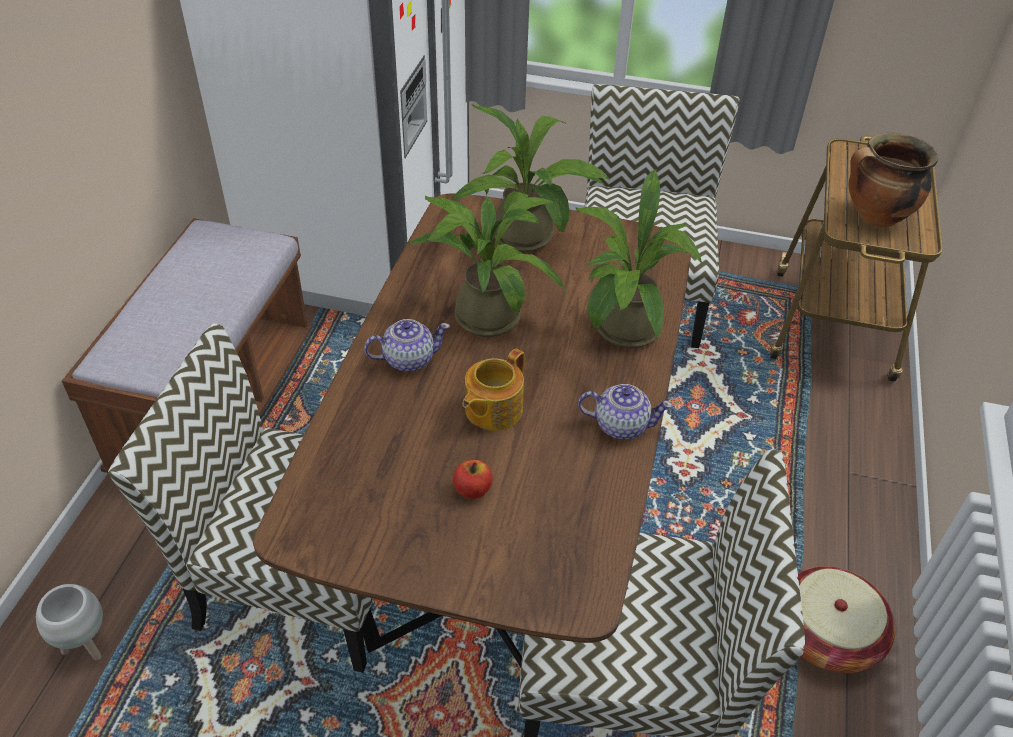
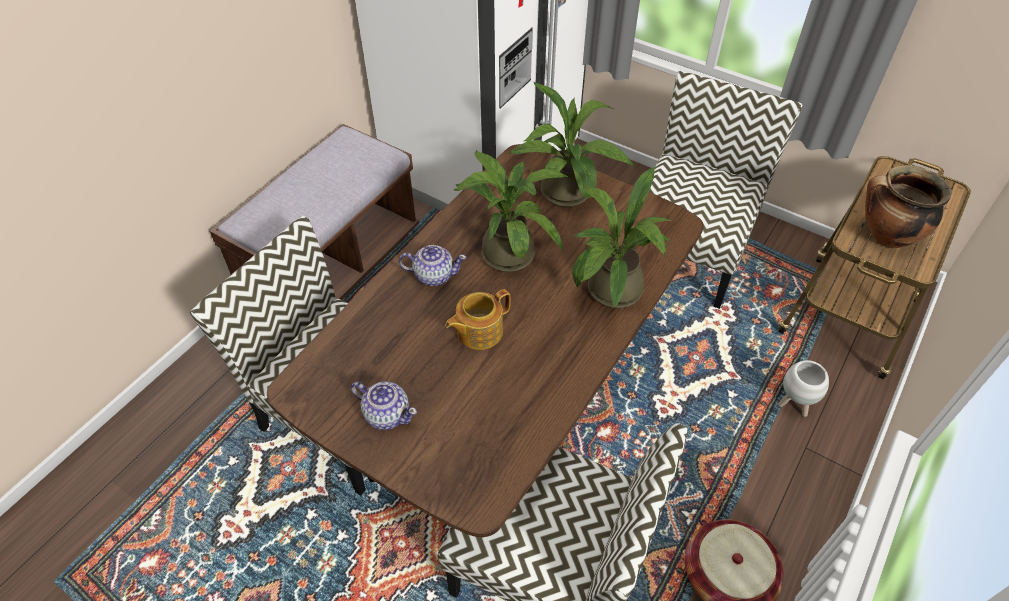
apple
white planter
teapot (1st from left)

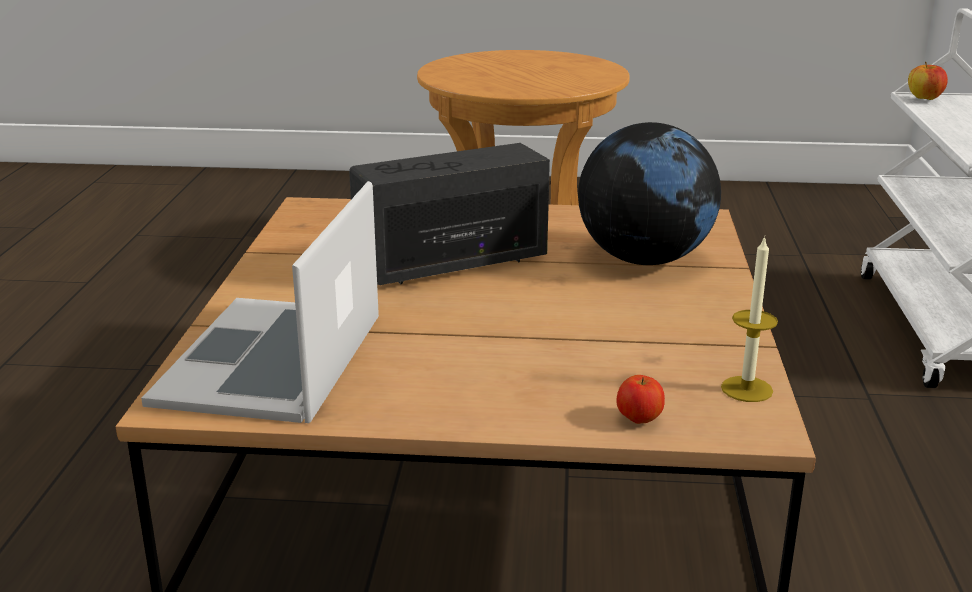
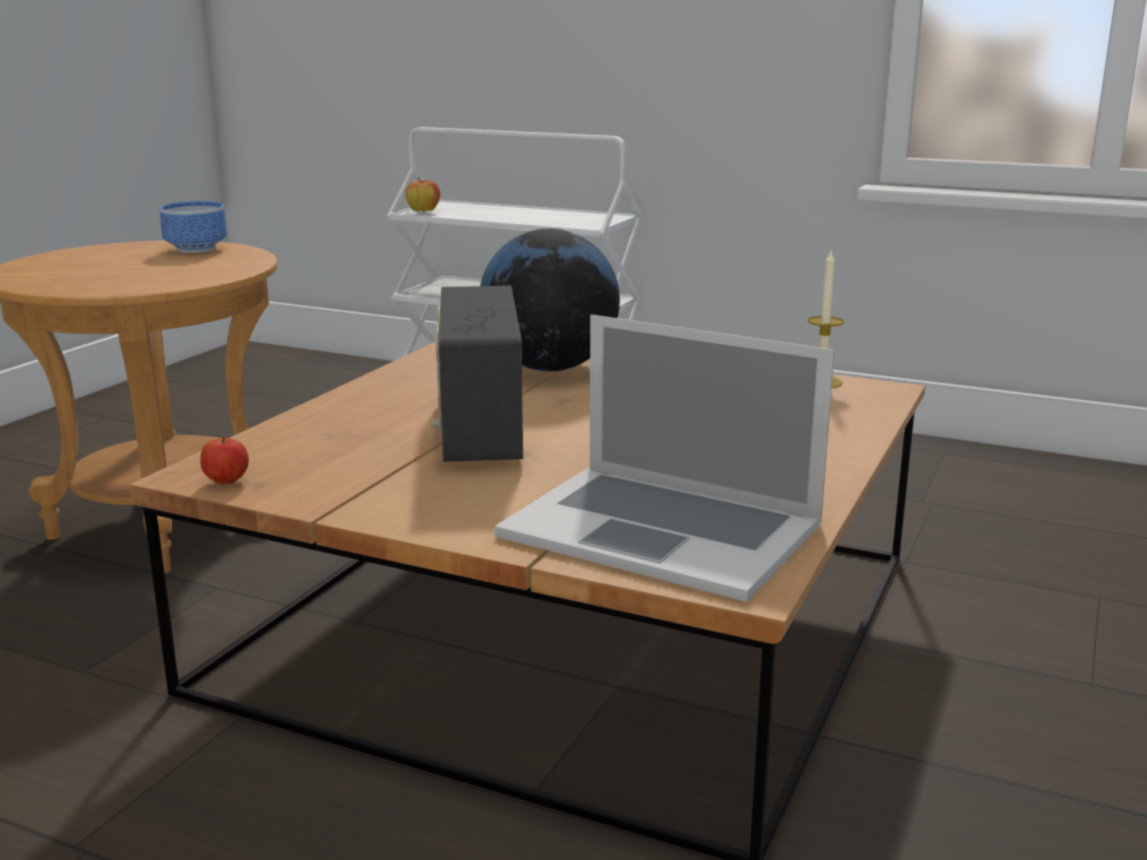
deep dish
apple (1st from left)

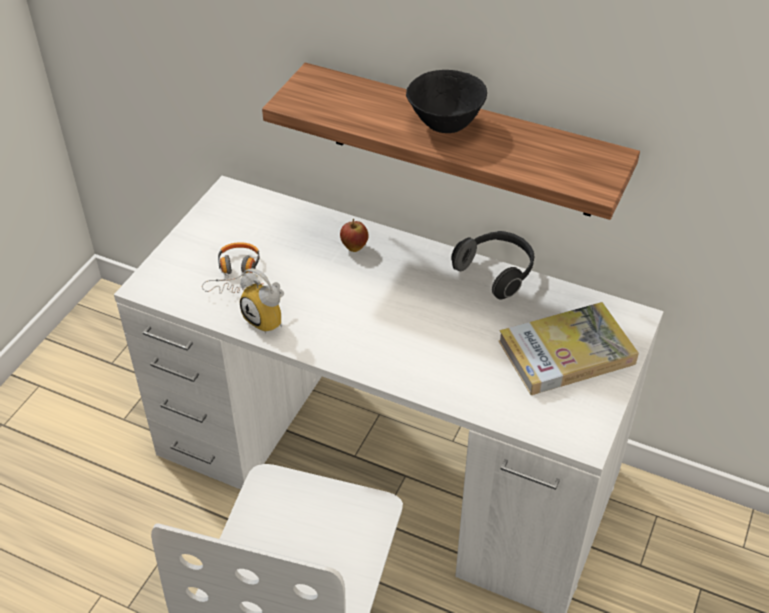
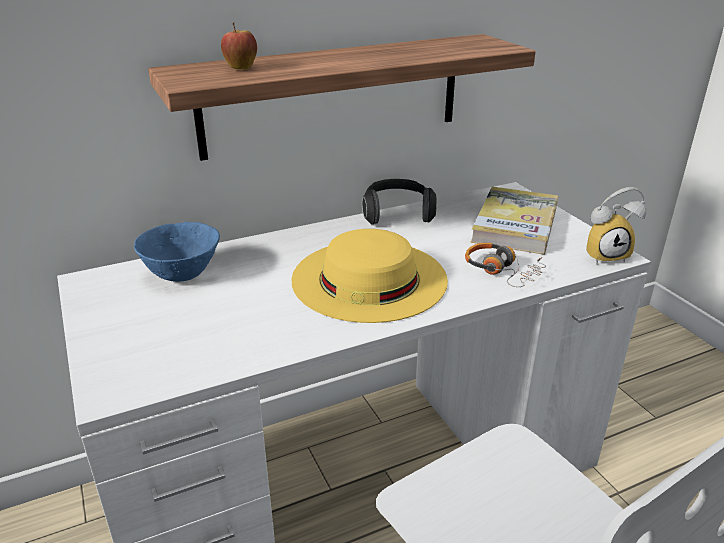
black deep dish
blue-coloured deep dish
yellow-coloured clothing hat
pair of headphones (2nd from left)
bedside clock
apple

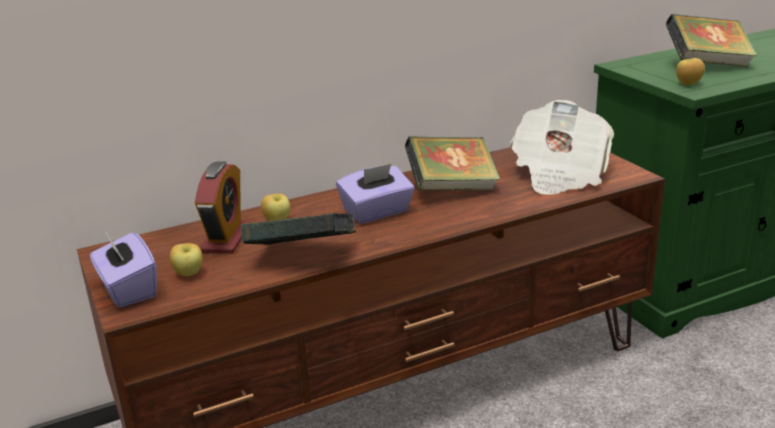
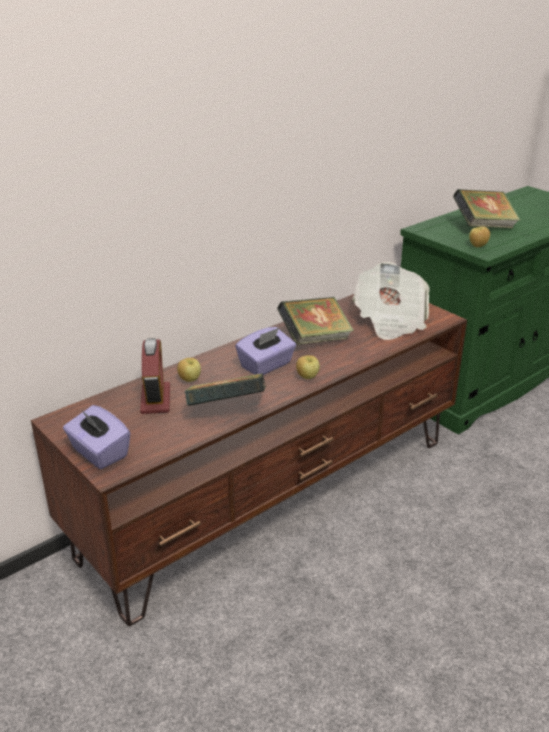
apple (2nd from left)

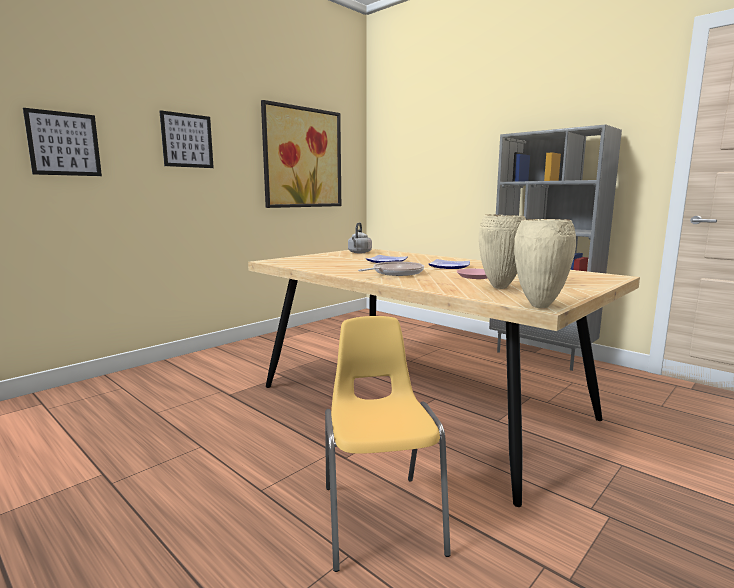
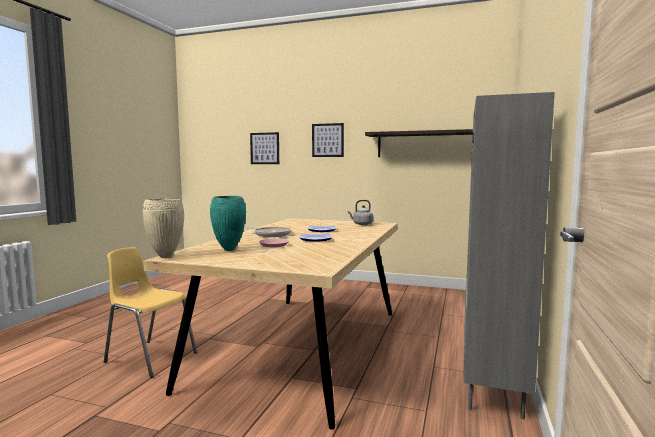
shelf
turquoise-coloured vase
yellow-coloured chair

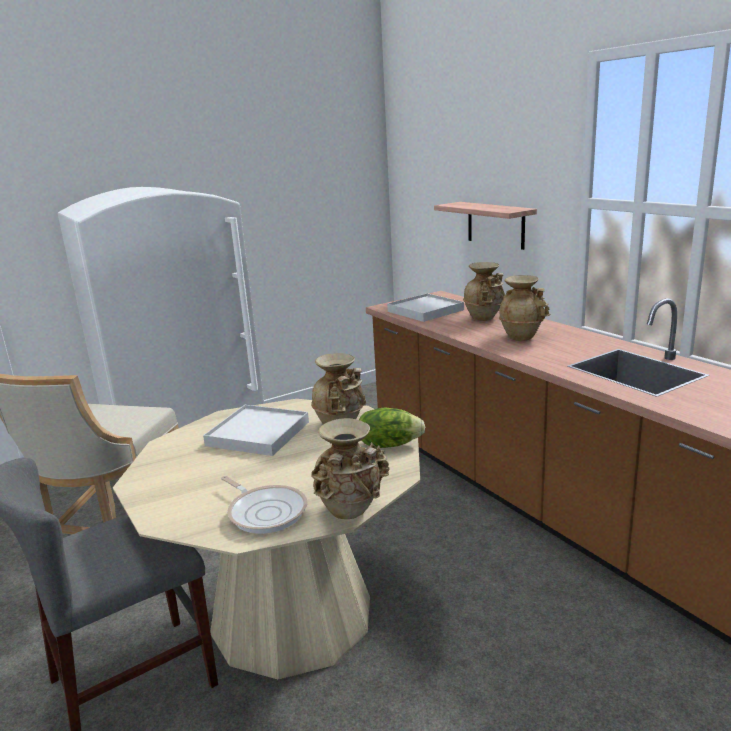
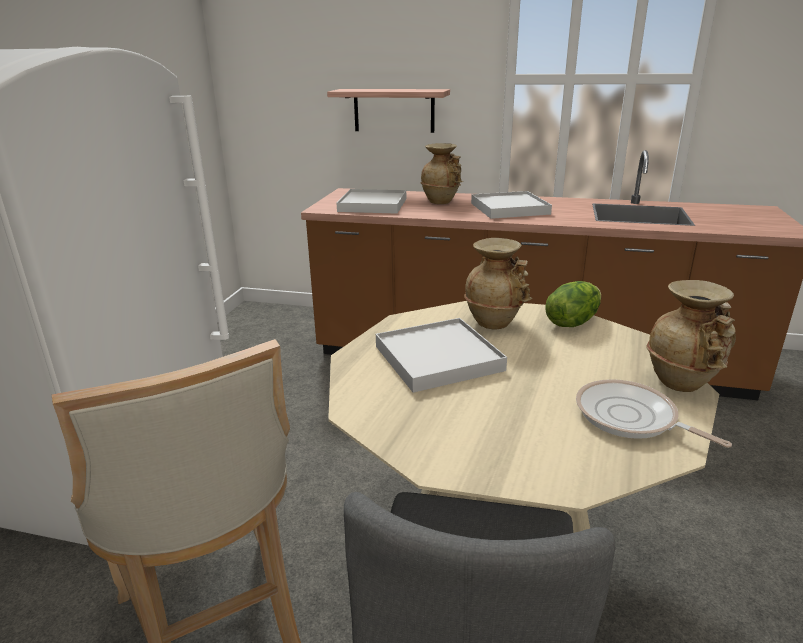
white carrying tray (3rd from left)
pan

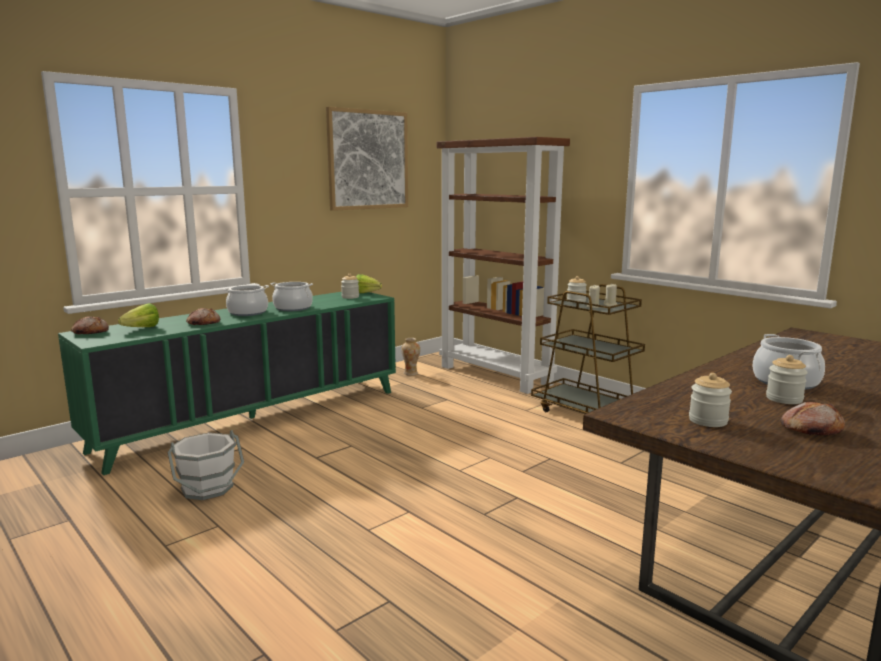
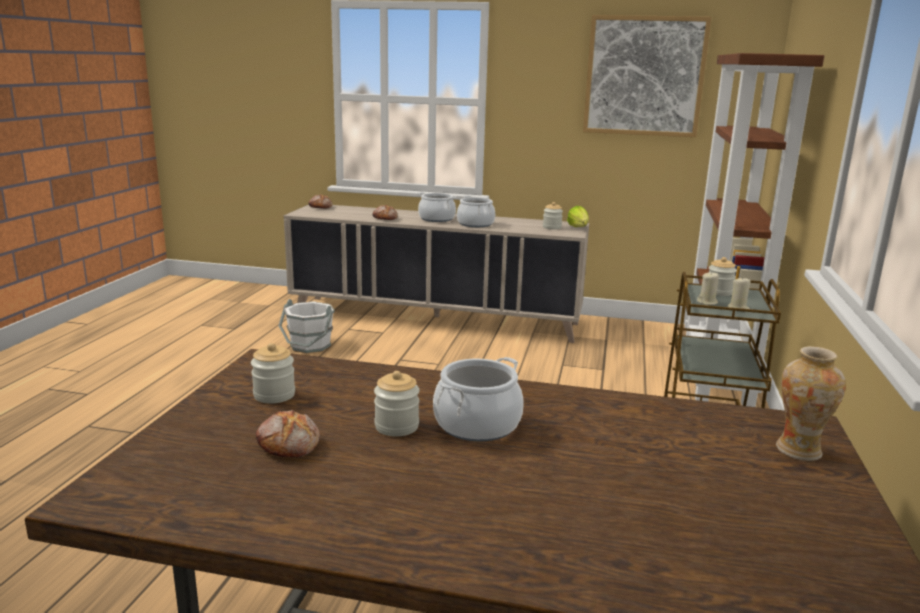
lettuce (1st from left in the first image)
vase
sand-coloured storage cabinet

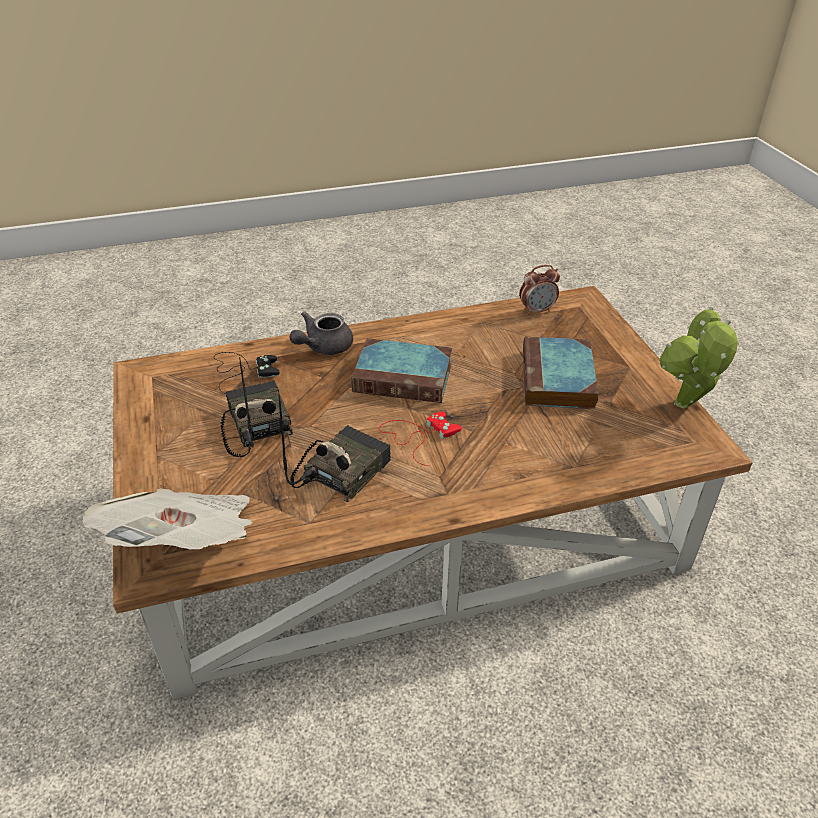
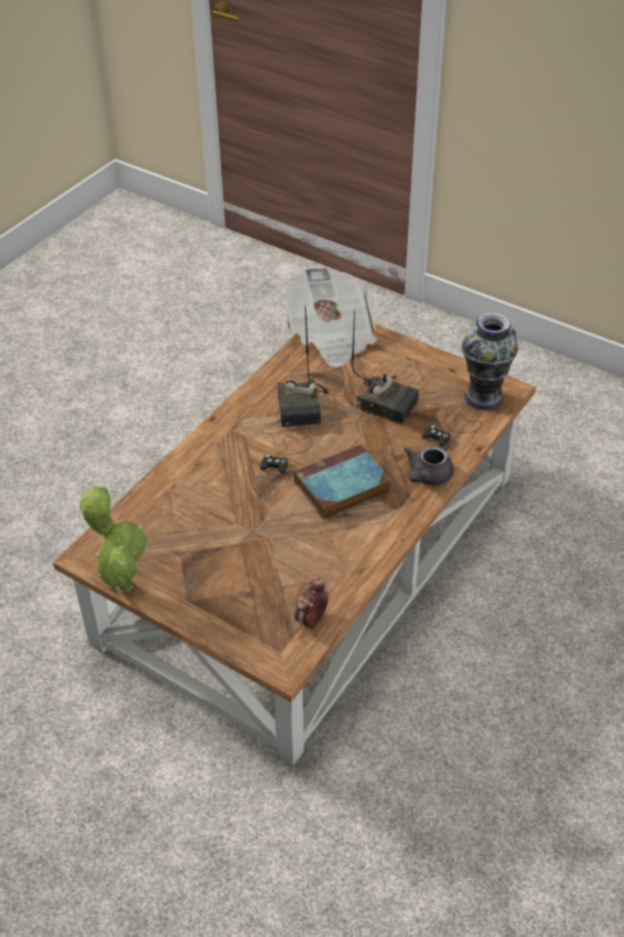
bound book (2nd from left in the first image)
vase
black game controller (1st from left)
grey teapot

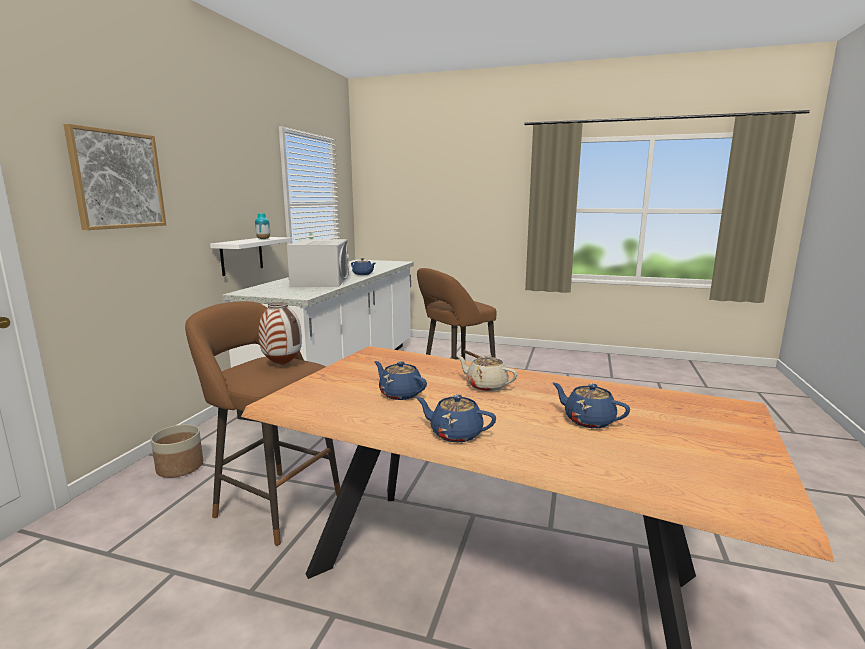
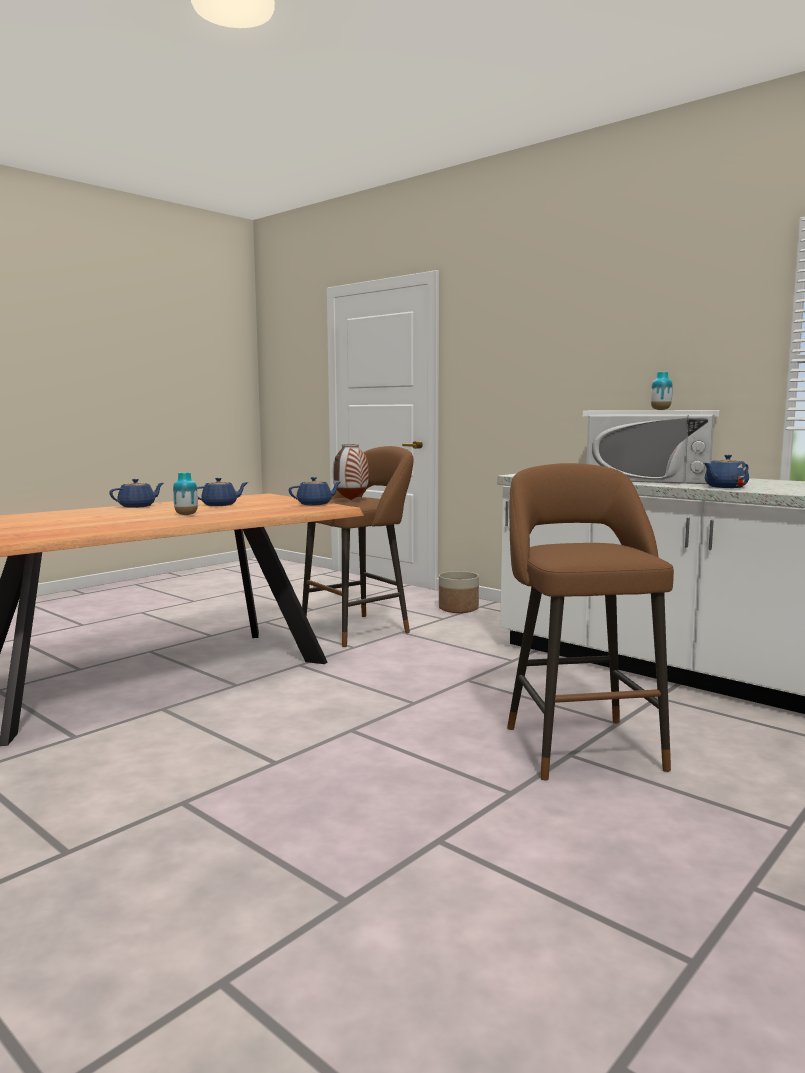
wall picture
blue-coloured teapot (3rd from left)
vase (1st from left)

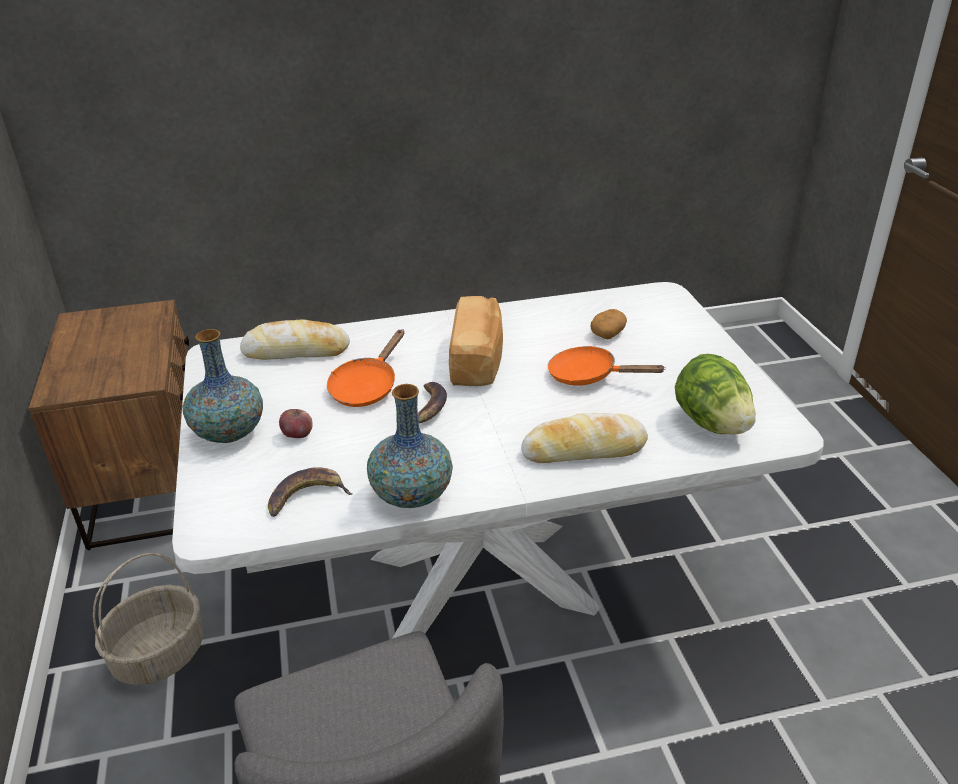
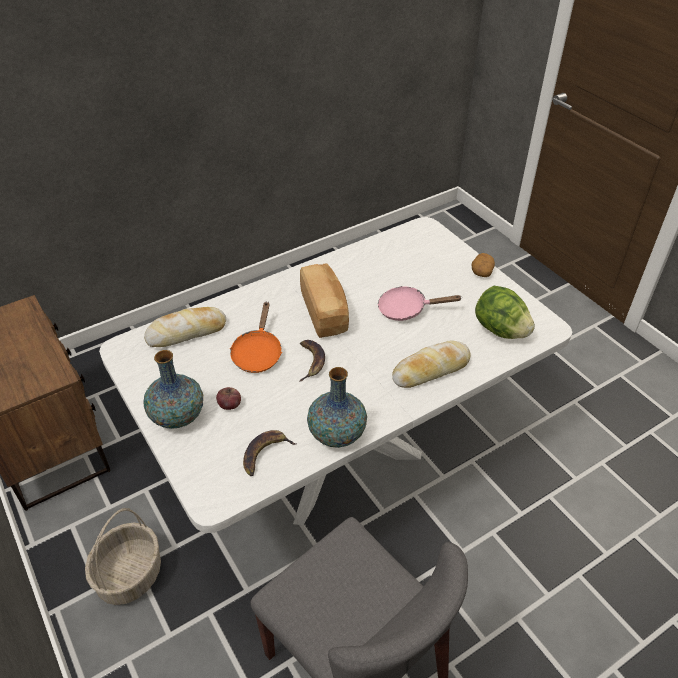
potato
pinkish pan

